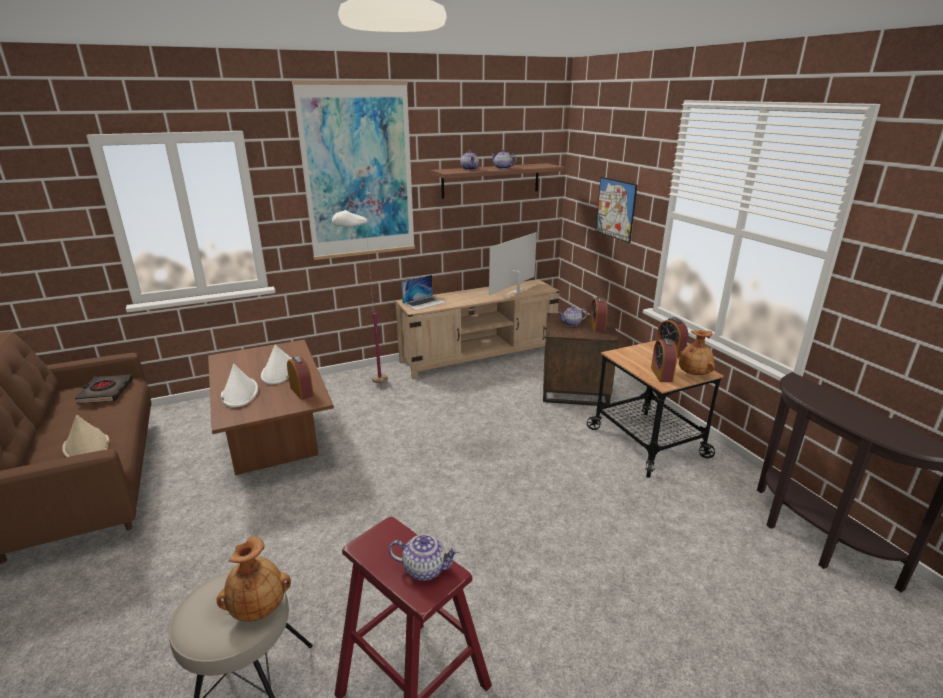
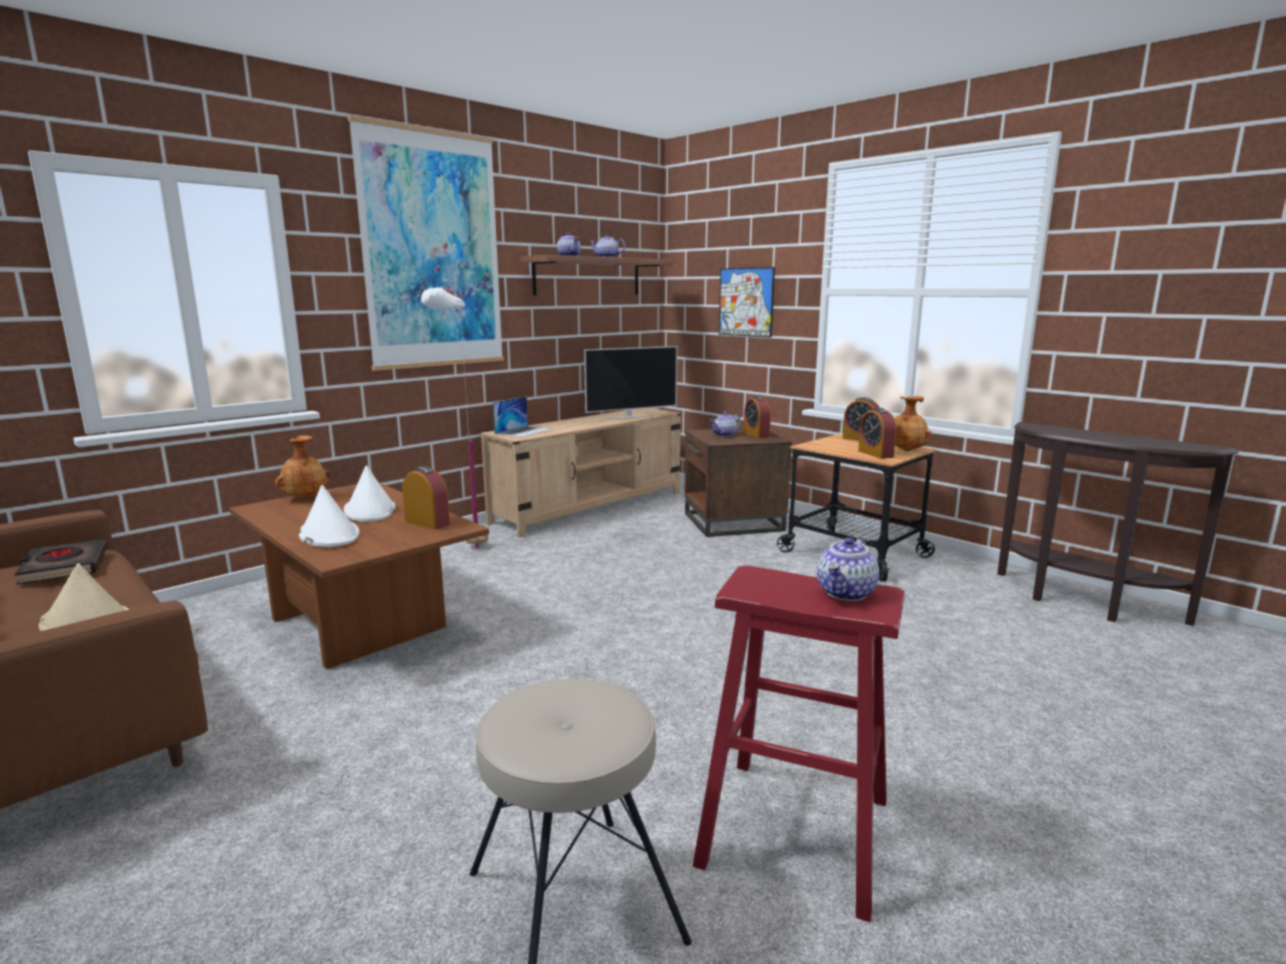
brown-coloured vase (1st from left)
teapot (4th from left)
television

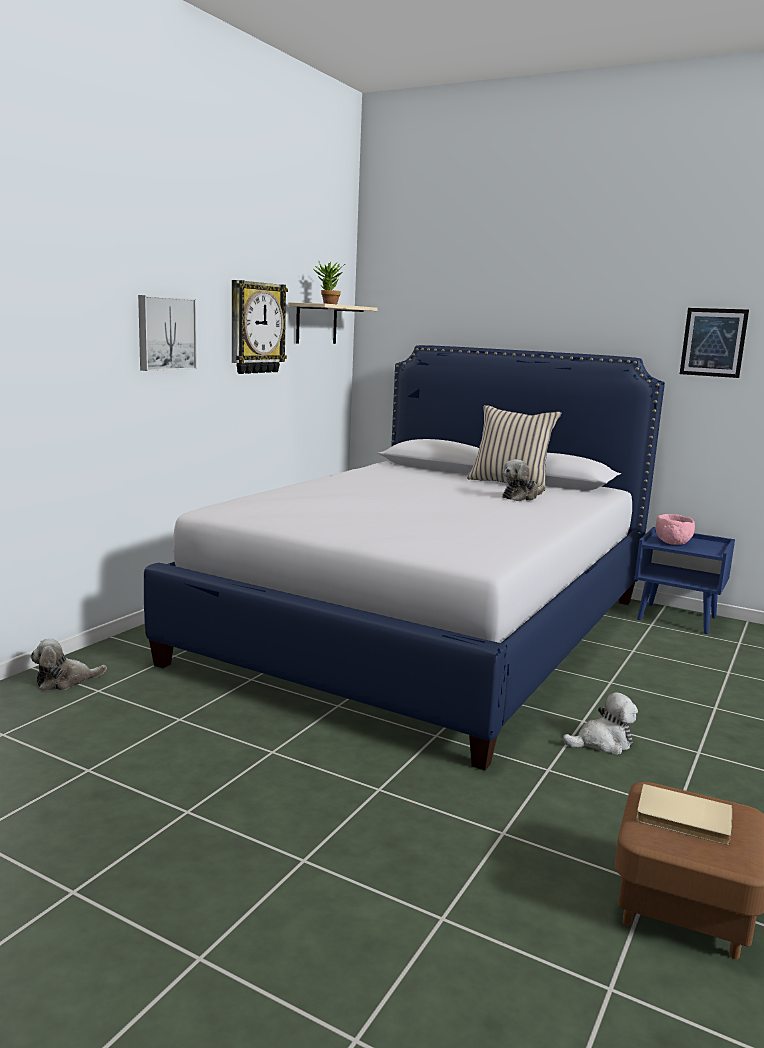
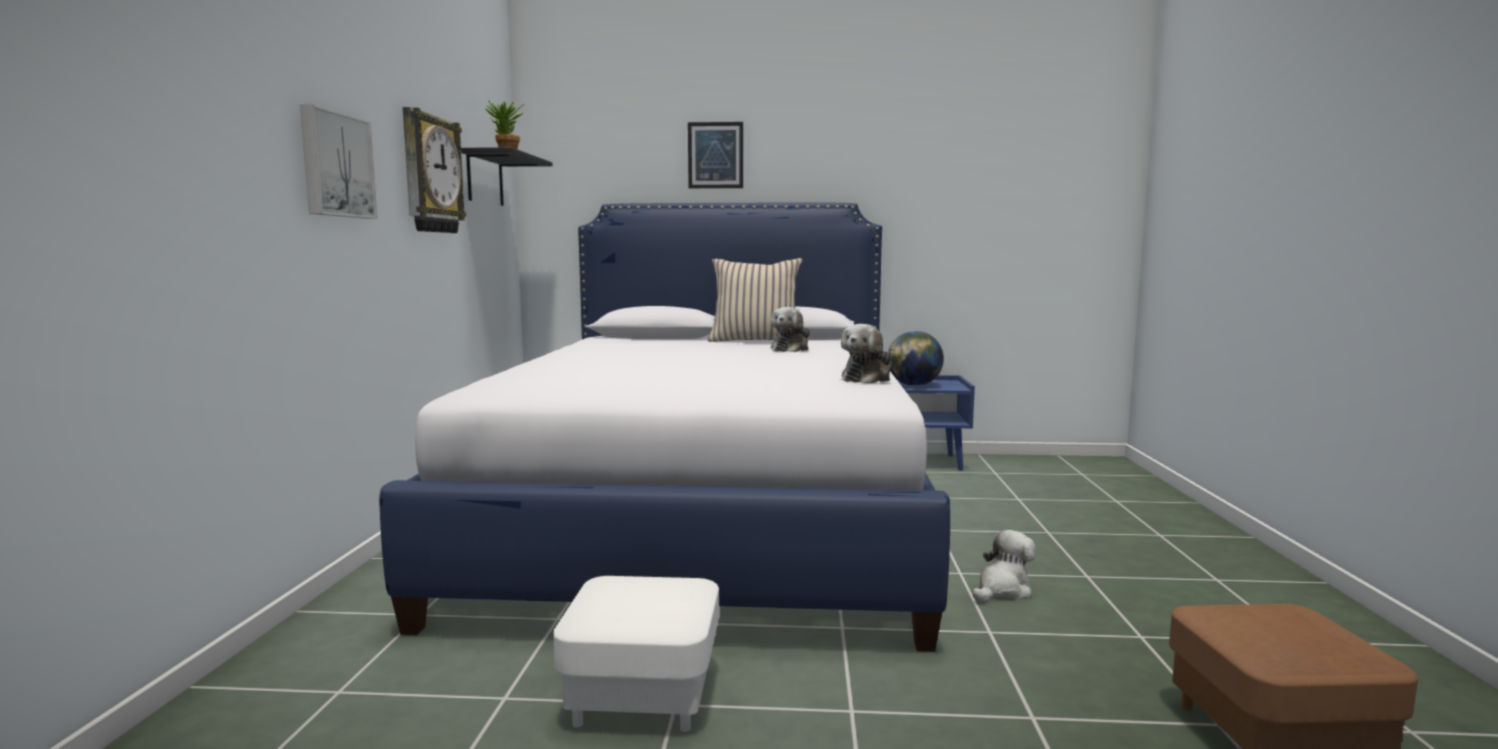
sand-coloured bound book
white pouffe
soft toy (2nd from left)
wall picture (2nd from left)
globe
black shelf

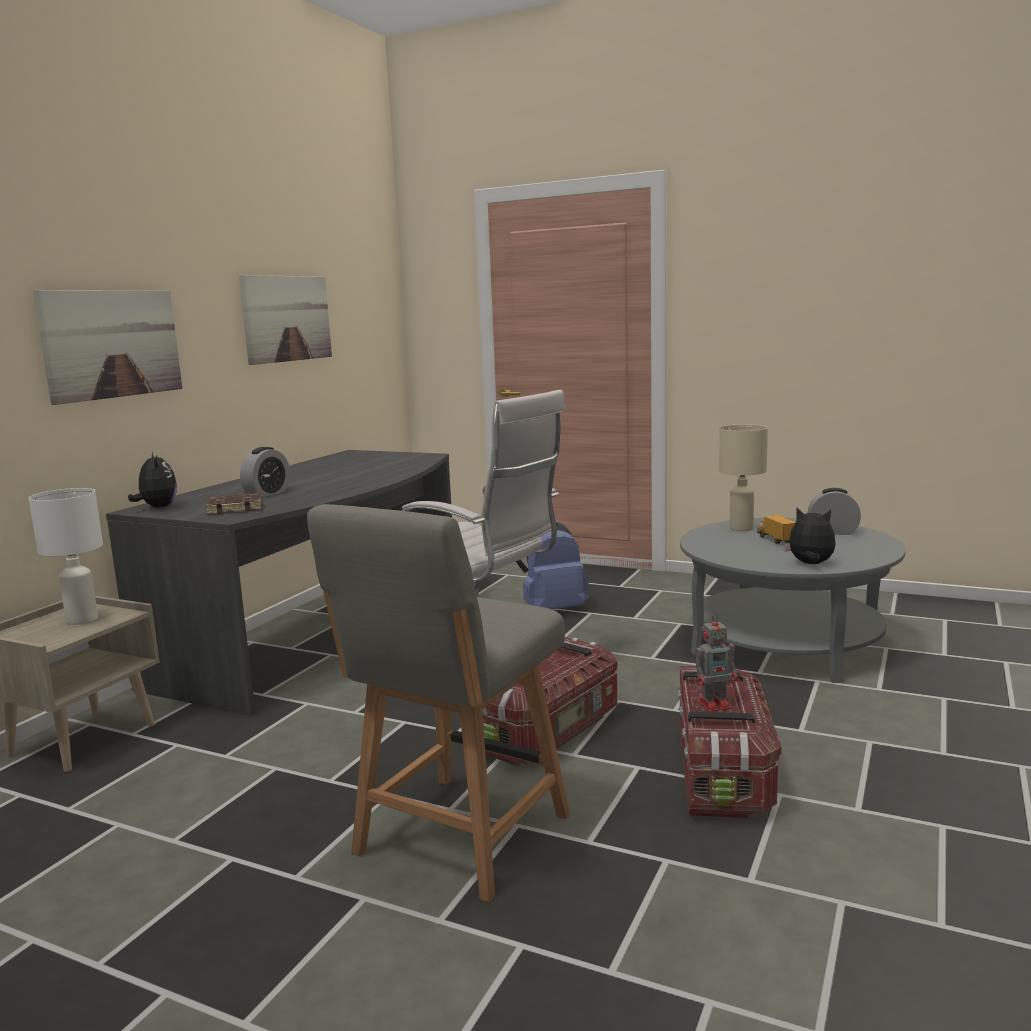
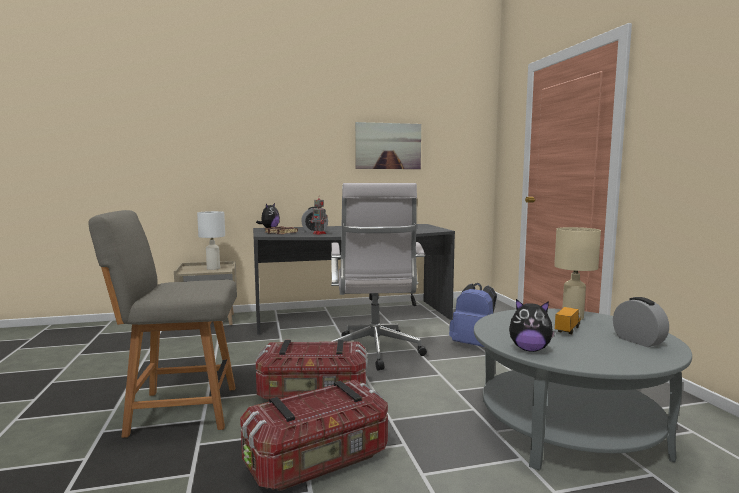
wall picture (1st from left in the first image)
robot figure
soft toy (2nd from left)

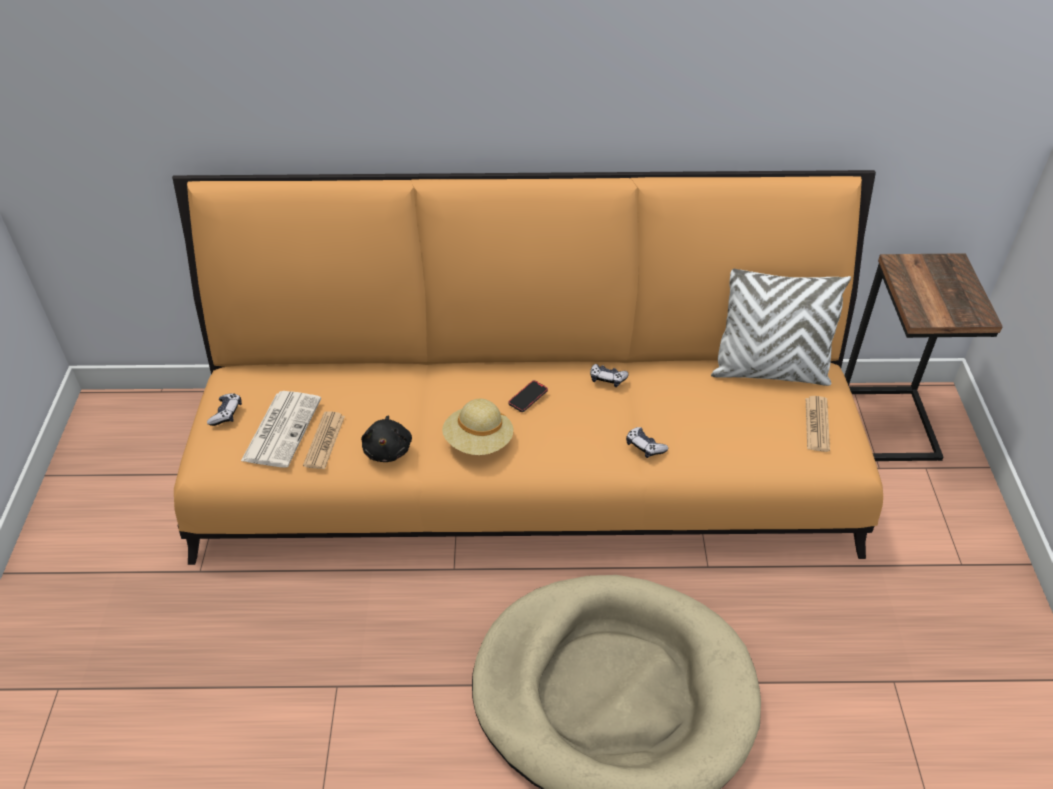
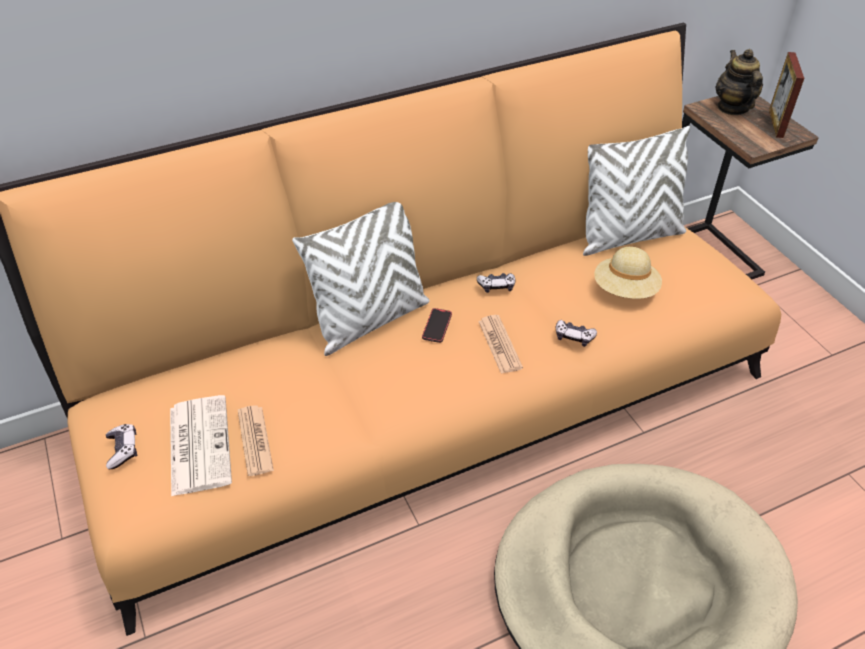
black soft toy
white cushion (1st from left)
teapot
picture frame
sand-coloured clothing hat
newspaper (3rd from left)

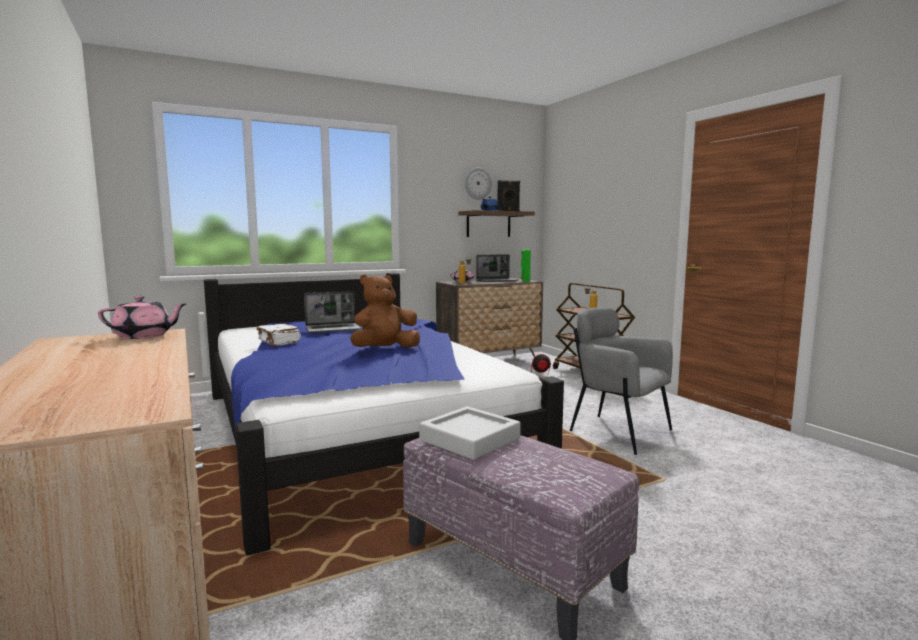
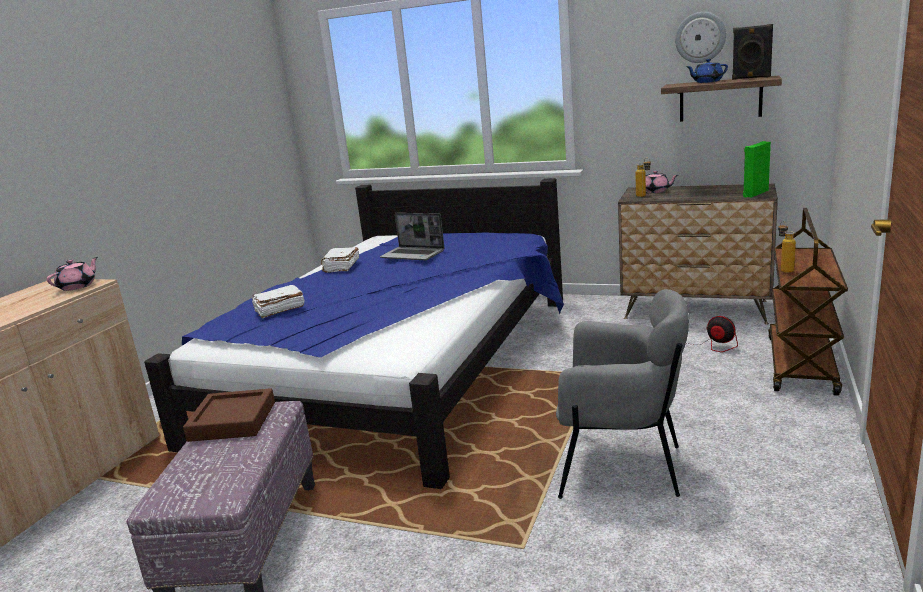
brown-coloured soft toy
notebook computer (2nd from left in the first image)
white bound book (1st from left)
brown-coloured carrying tray
pinkish teapot (1st from left)
grey easy chair

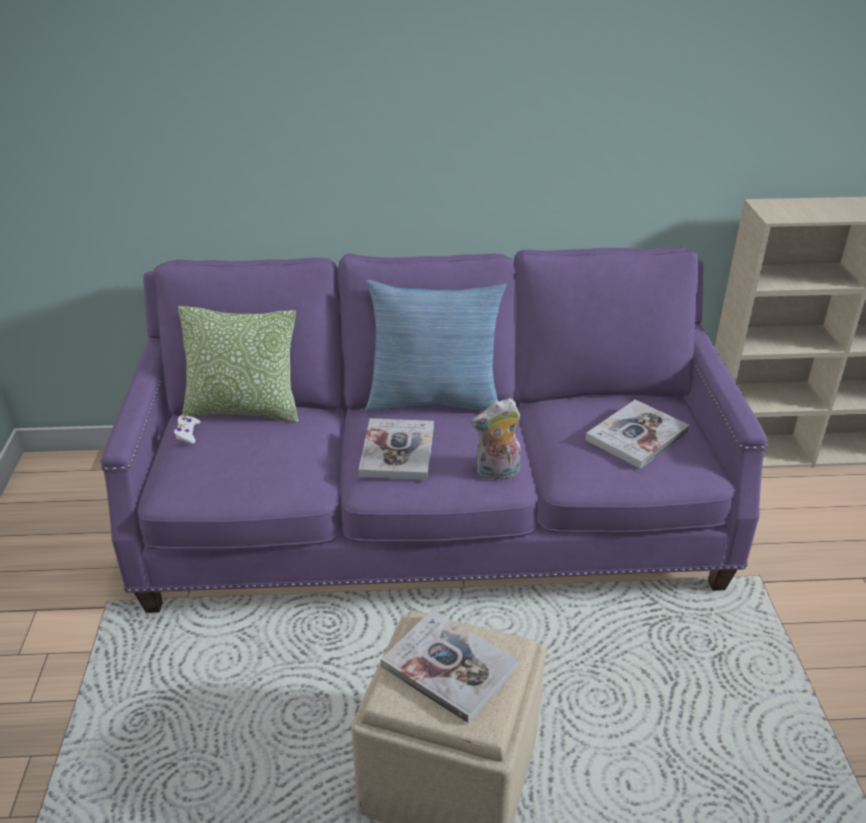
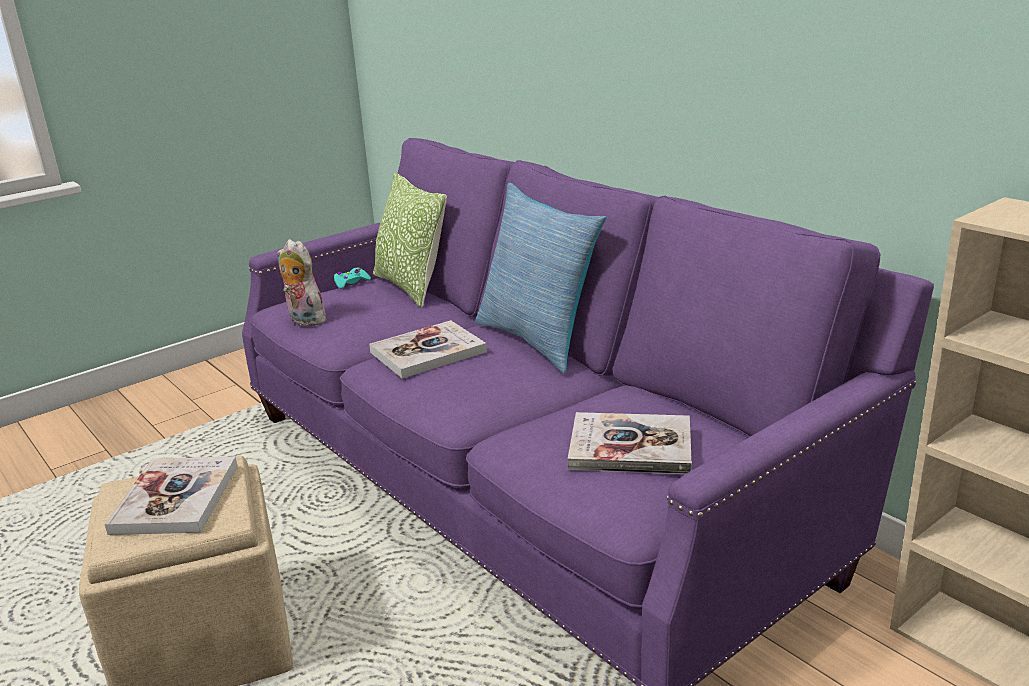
soft toy
turquoise-coloured game controller

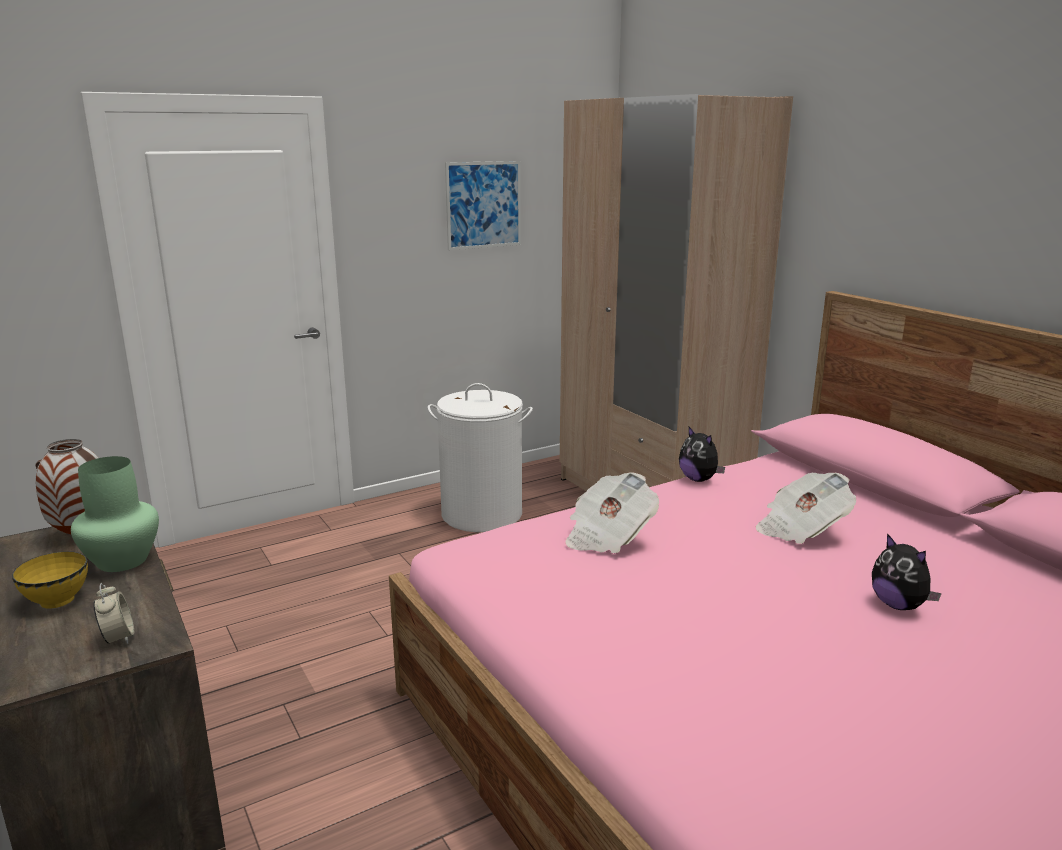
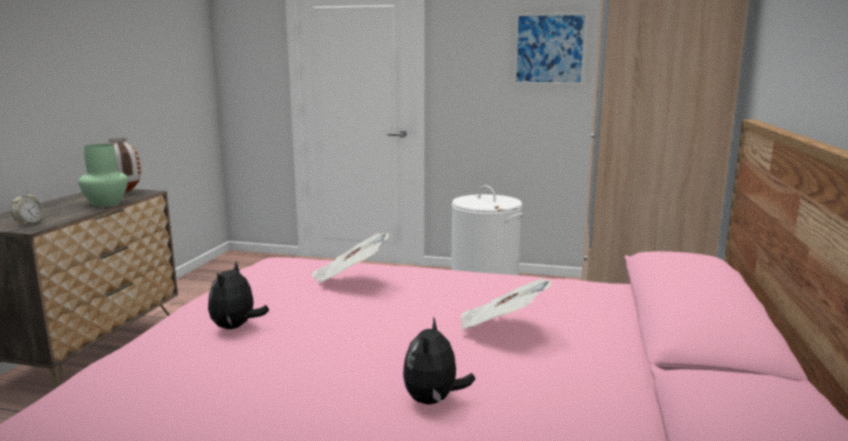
yellow-coloured deep dish
soft toy (1st from left)

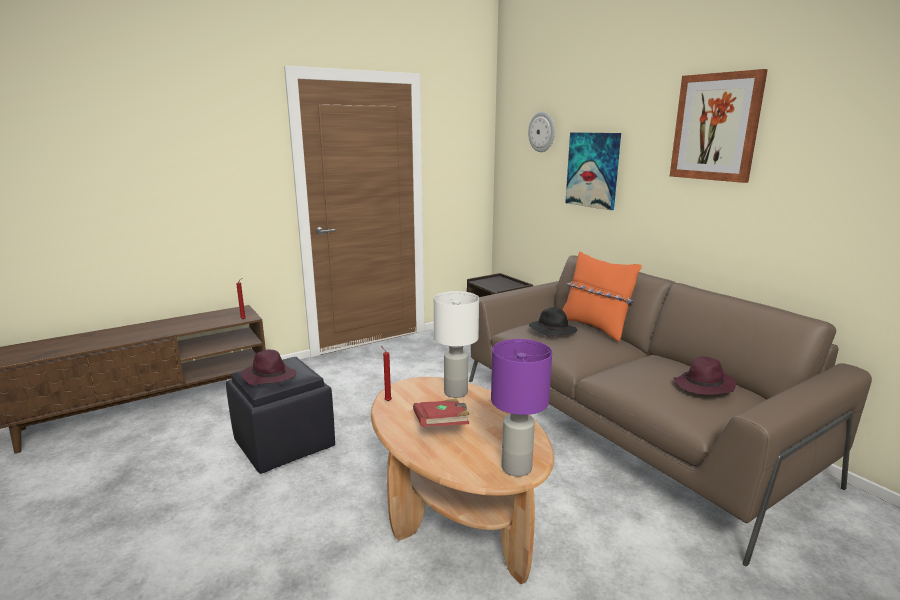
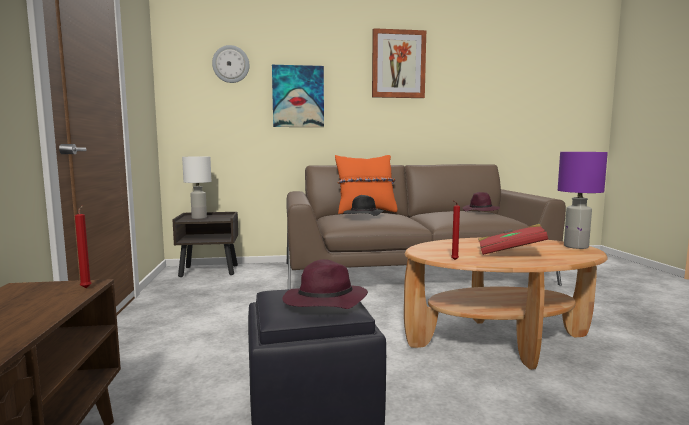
white table lamp

